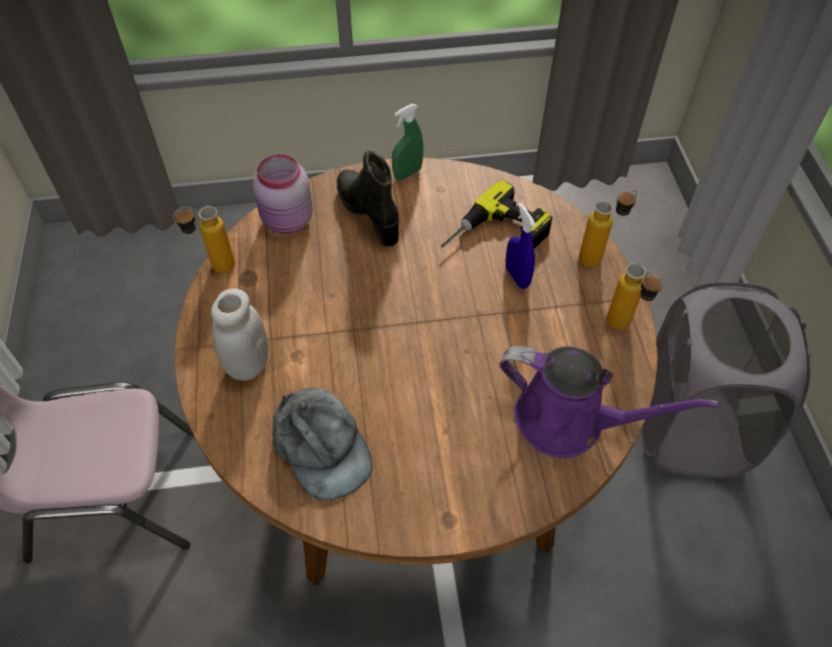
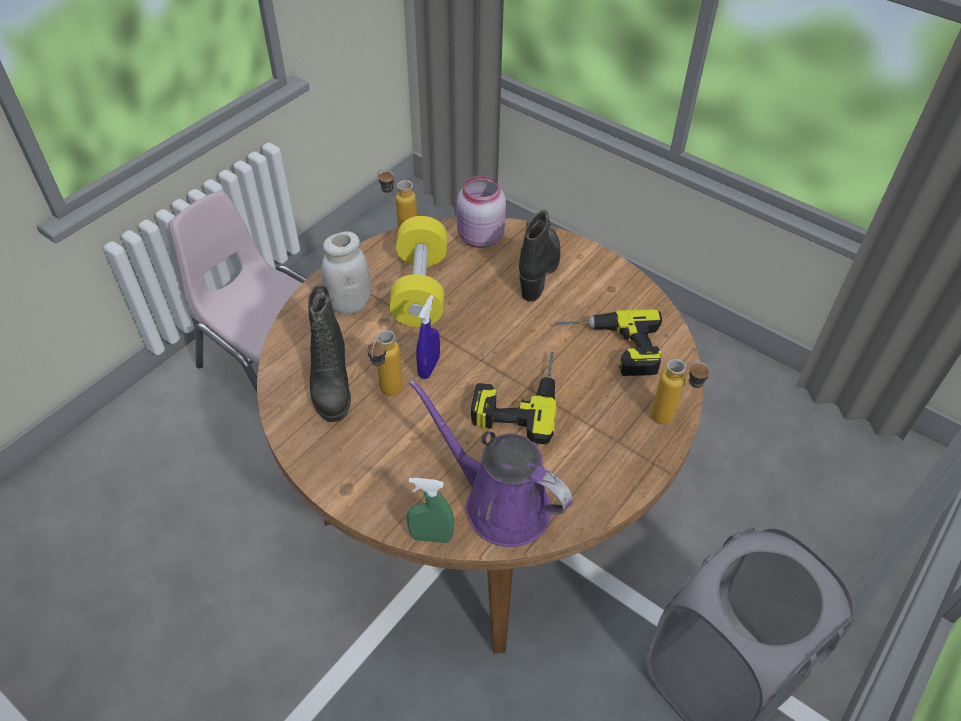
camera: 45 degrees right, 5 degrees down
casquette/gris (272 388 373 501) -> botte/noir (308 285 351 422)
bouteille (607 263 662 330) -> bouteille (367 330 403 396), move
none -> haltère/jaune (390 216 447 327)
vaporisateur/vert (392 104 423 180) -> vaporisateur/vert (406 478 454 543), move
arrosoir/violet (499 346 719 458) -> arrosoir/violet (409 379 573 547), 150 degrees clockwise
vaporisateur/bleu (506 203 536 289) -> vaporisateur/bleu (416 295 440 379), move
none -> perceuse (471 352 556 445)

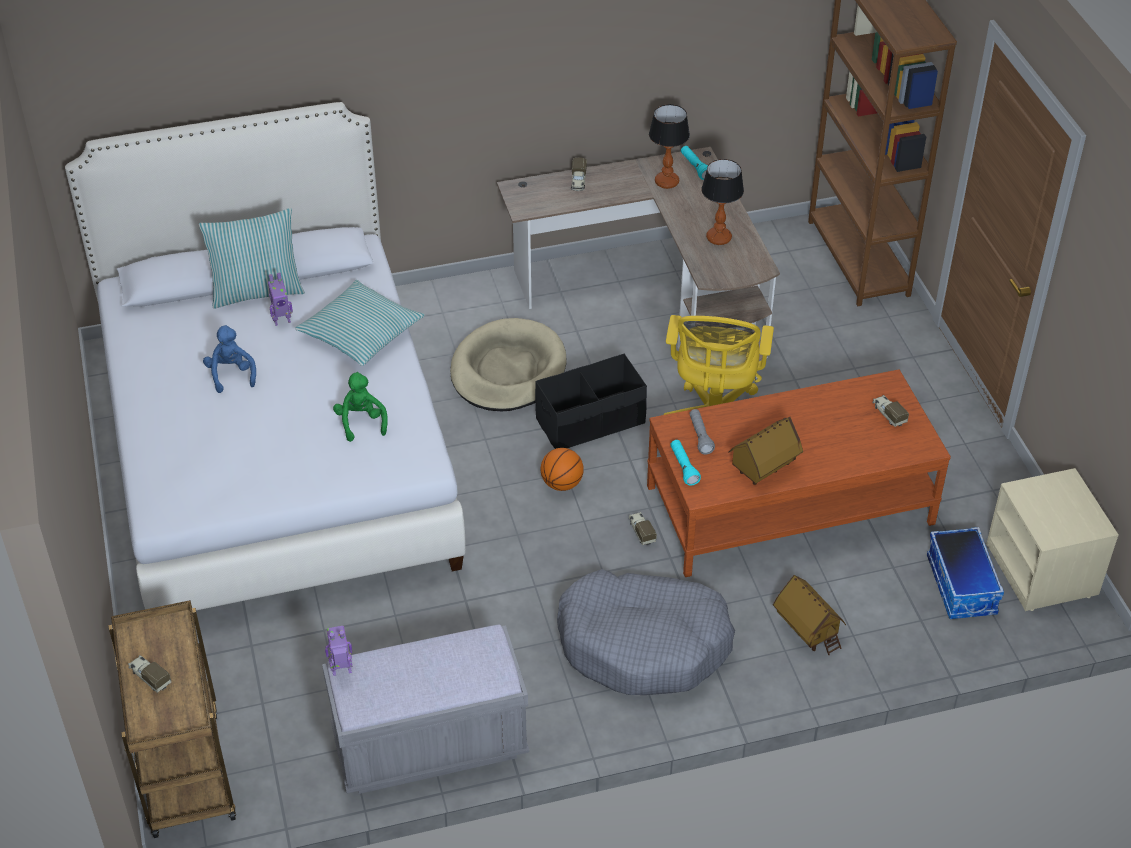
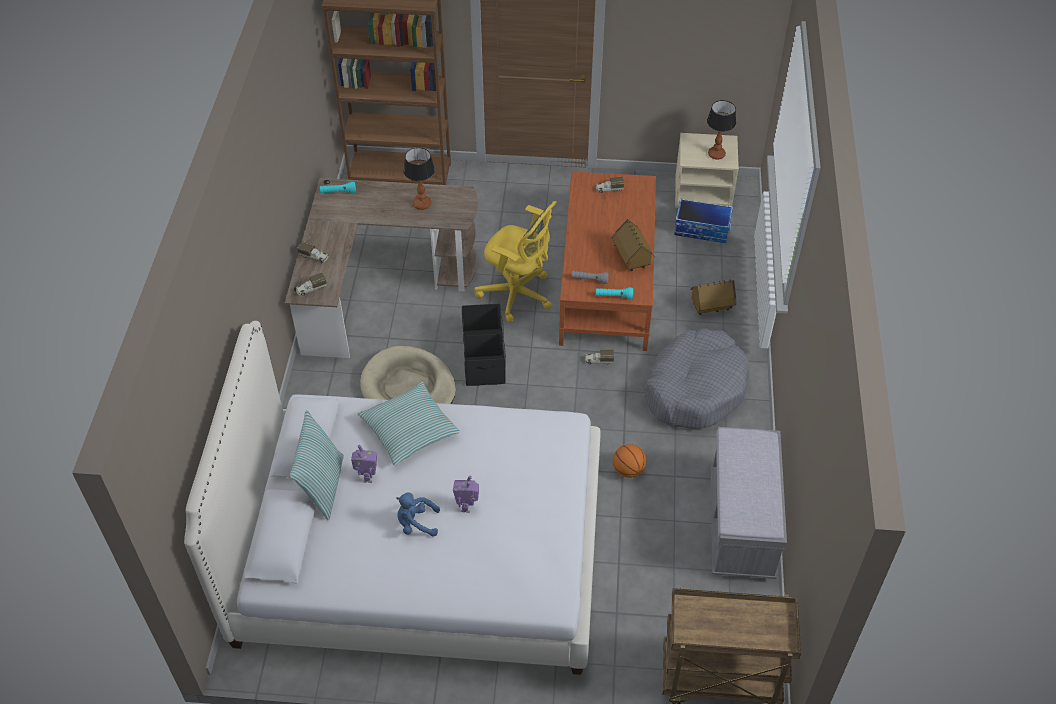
camera: 70 degrees left, 5 degrees up
camion jouet (128 655 172 693) -> camion jouet (296 273 327 296), move
robot jouet (325 626 352 676) -> robot jouet (453 475 479 513), move
ballon de basket (540 448 584 491) -> ballon de basket (613 444 646 478), move
lampe de table (649 104 690 189) -> lampe de table (707 100 736 159), move
peluche/vert (333 372 388 442) -> none

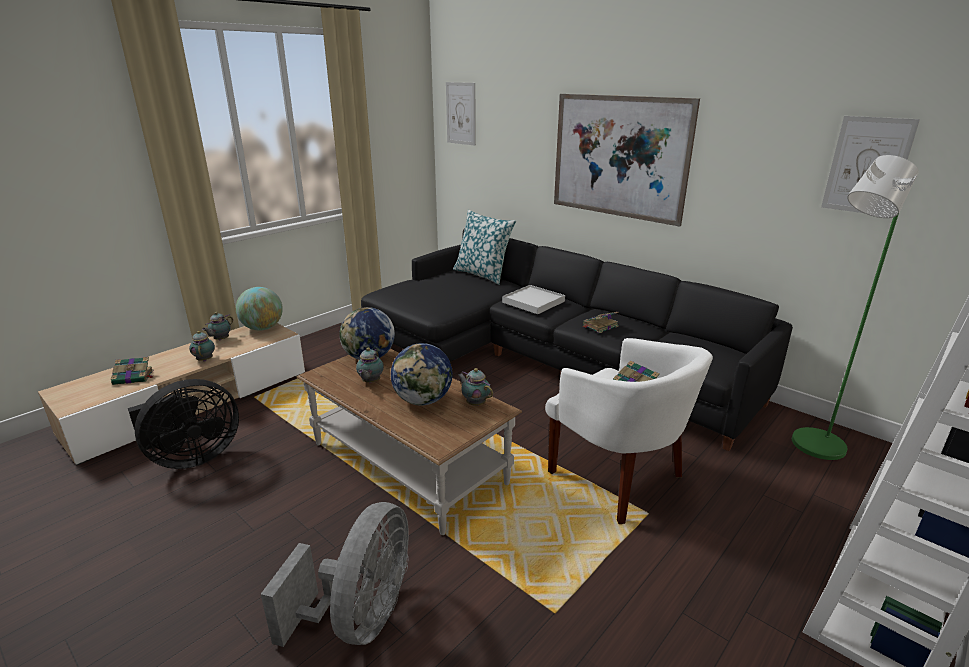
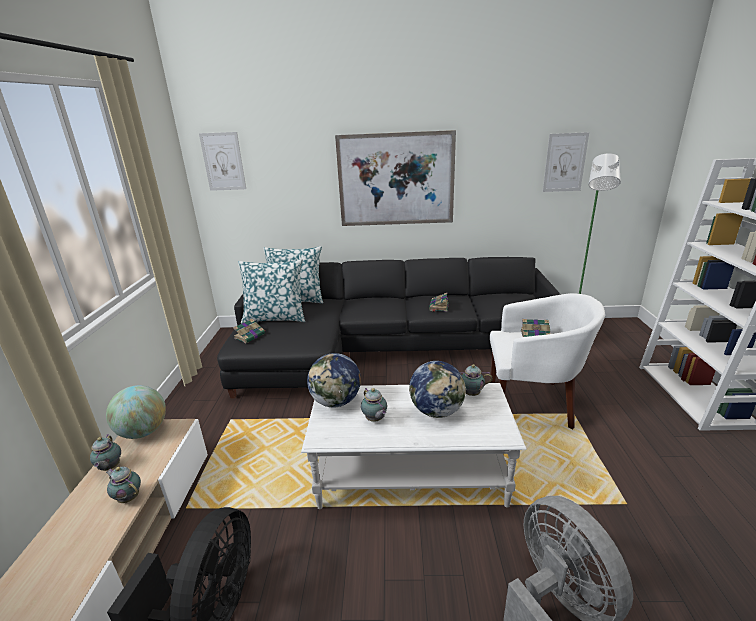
camera: 40 degrees left, 0 degrees up
livre (111 357 154 385) -> livre (233 319 266 343), move
none -> coussin (238 259 305 324)
table basse/marron (296 349 522 535) -> table basse/blanc (301 383 527 509)
plateau/blanc (502 285 565 314) -> none

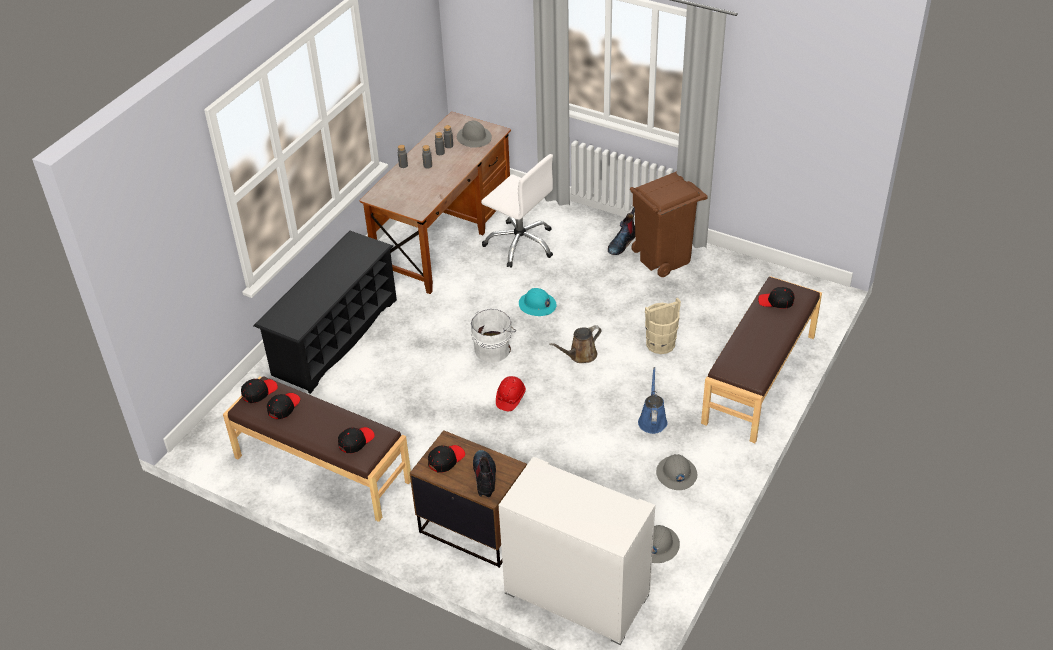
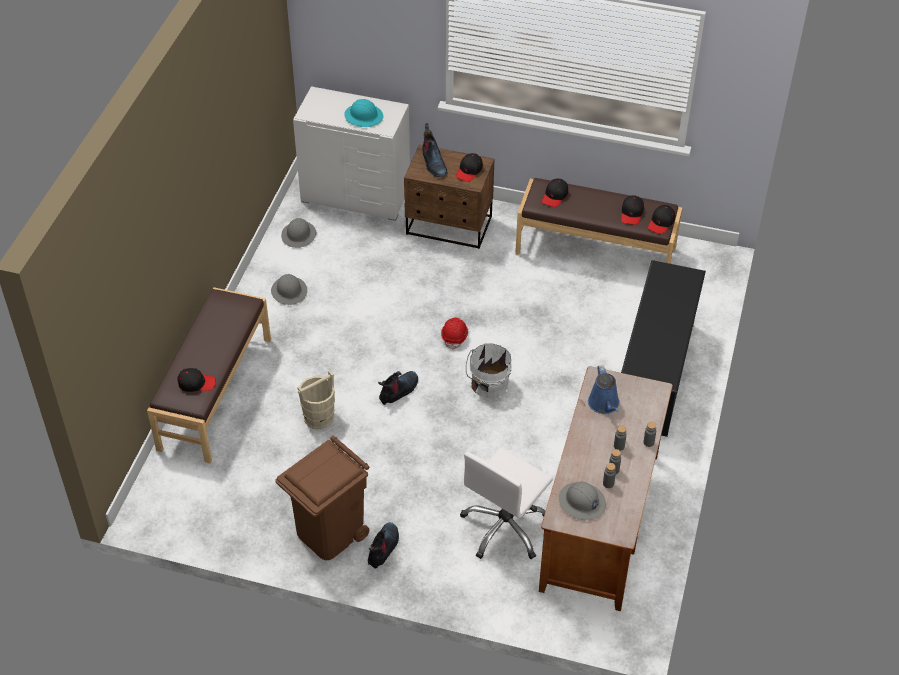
camera: 165 degrees right, 5 degrees up
casque de chantier/turquoise (519 288 556 316) -> casque de chantier/turquoise (344 99 384 127), move
arrosoir/marron (549 325 602 363) -> botte (378 371 418 405)
chaise de bureau/blanc (481 154 553 268) -> chaise de bureau/blanc (460 447 553 559), 75 degrees counterclockwise
arrosoir/bleu (638 367 667 434) -> arrosoir/bleu (588 365 619 414), move

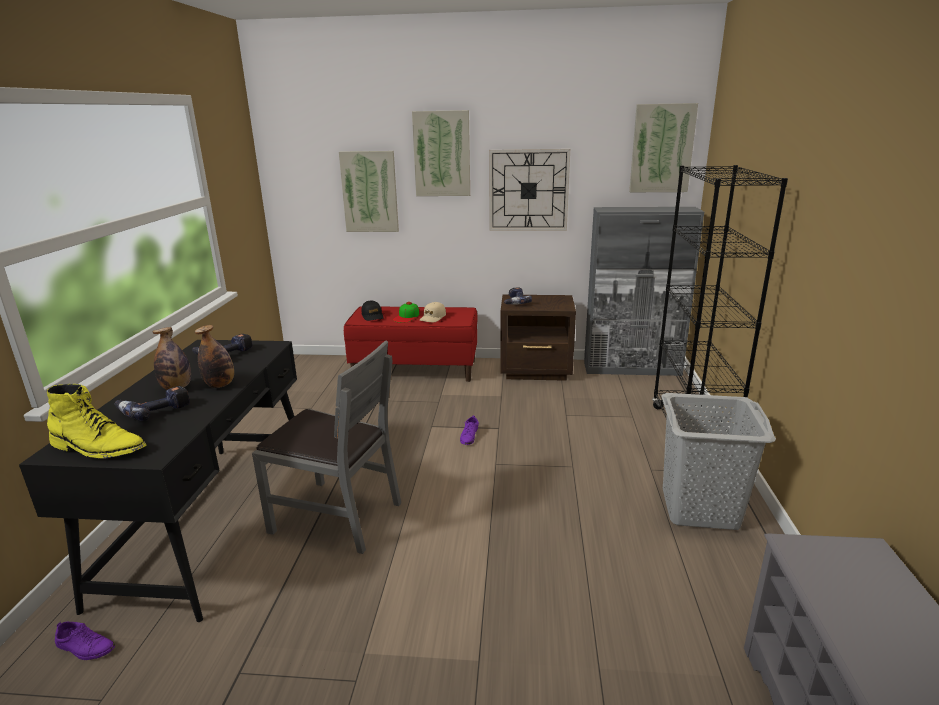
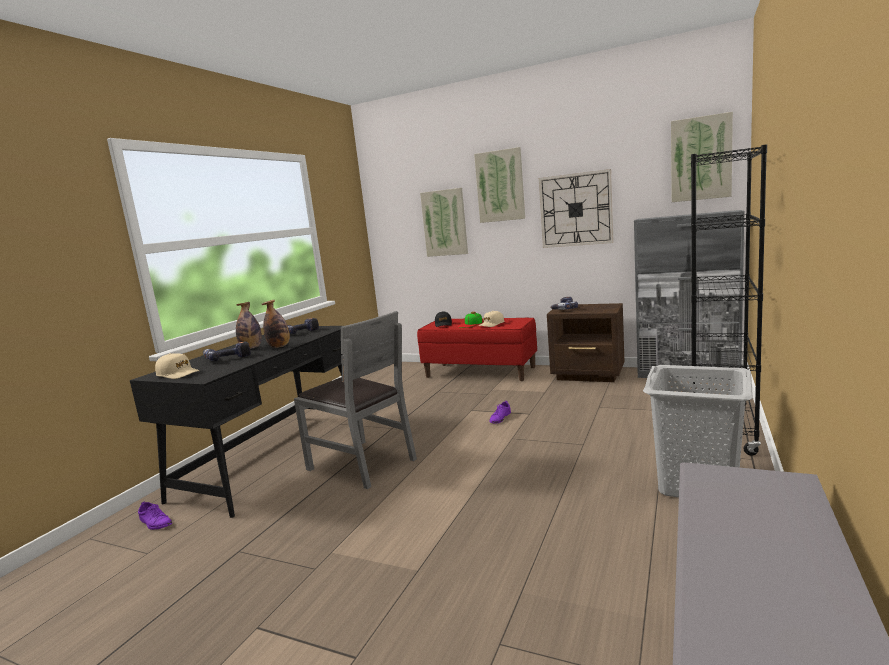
camera: 20 degrees right, 10 degrees down
botte/jaune (47 384 146 458) -> casquette/beige (155 353 199 379)

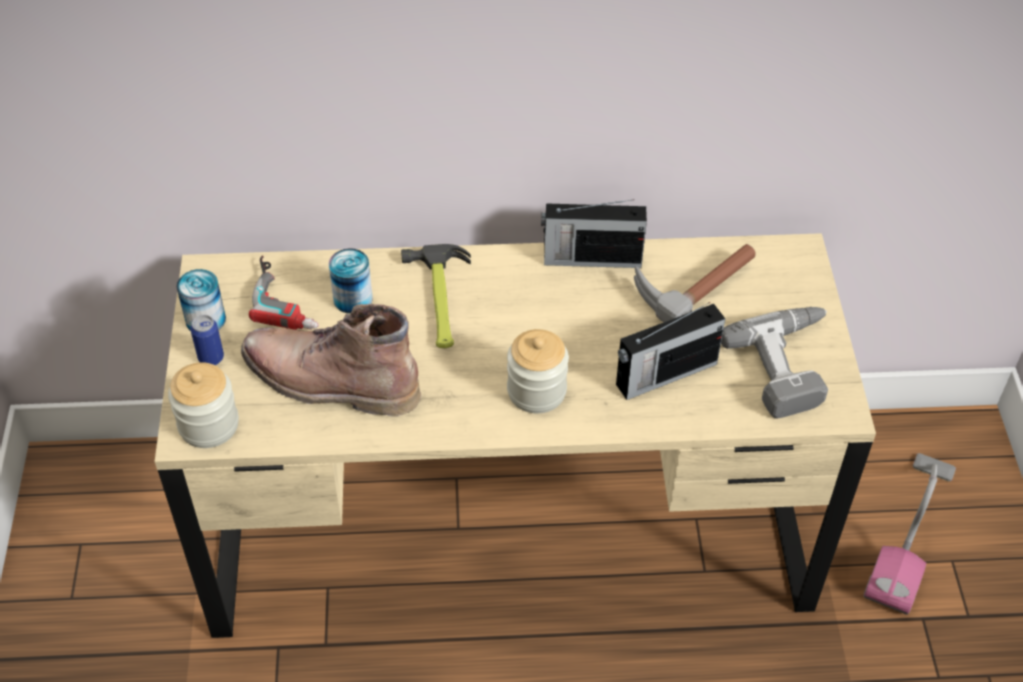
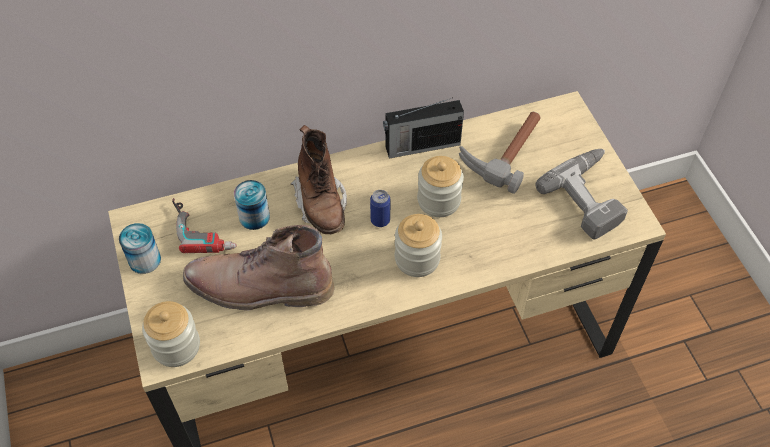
camera: 15 degrees left, 5 degrees up
marteau (401 244 471 348) -> botte/marron (291 125 347 234)
boîte métallique (190 315 224 365) -> boîte métallique (370 190 390 227), move
none -> bocal (417 156 464 217)
radio (616 302 725 400) -> none
aspirateur (864 453 956 615) -> none

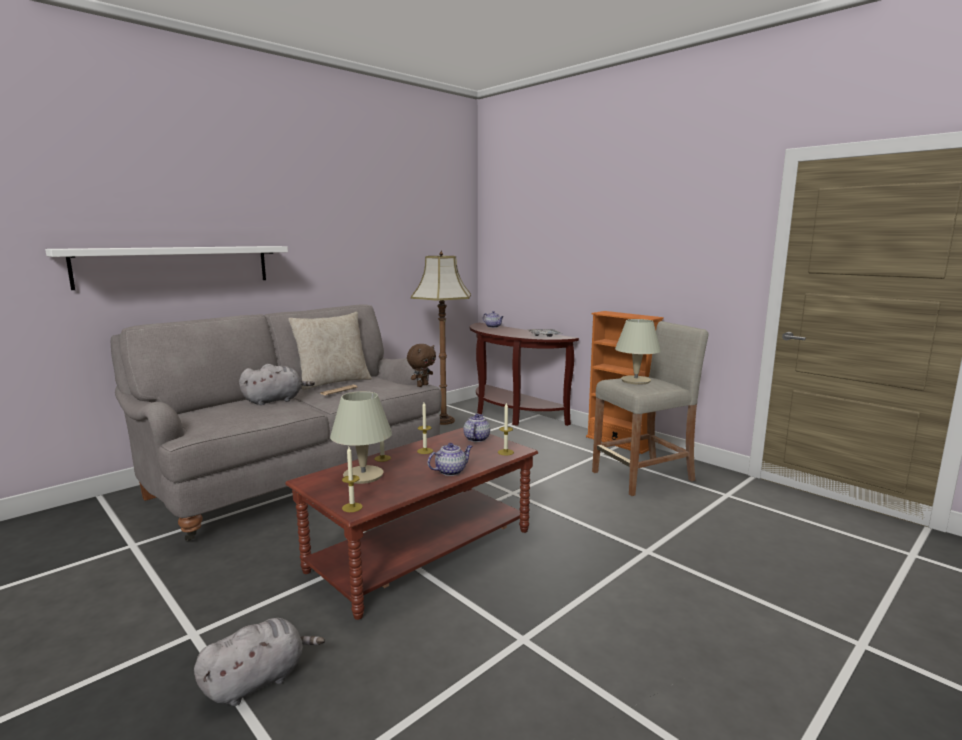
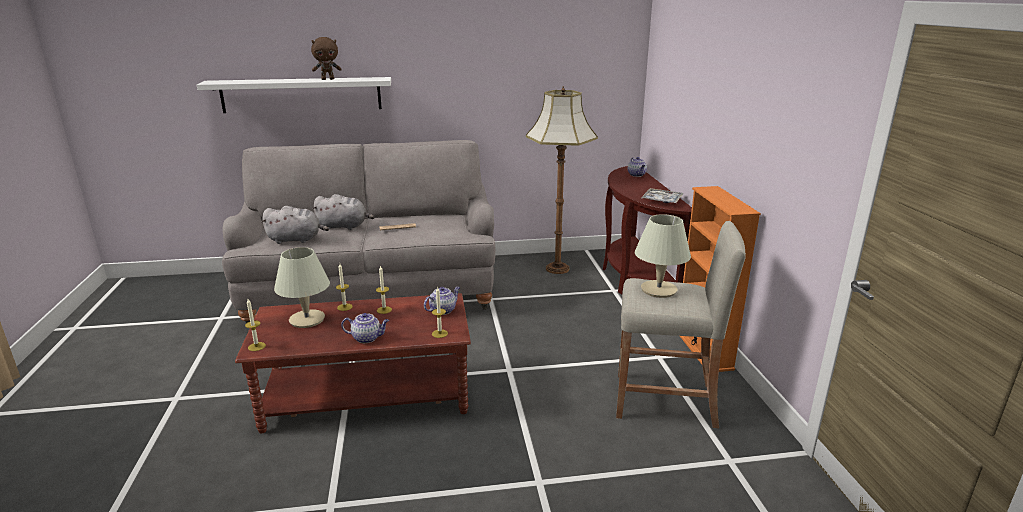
camera: 35 degrees right, 10 degrees up
peluche/gris (194 618 325 706) -> peluche/gris (261 206 329 244), move
peluche/marron (407 344 436 387) -> peluche/marron (311 37 342 80), move
coussin/beige (288 312 372 390) -> none

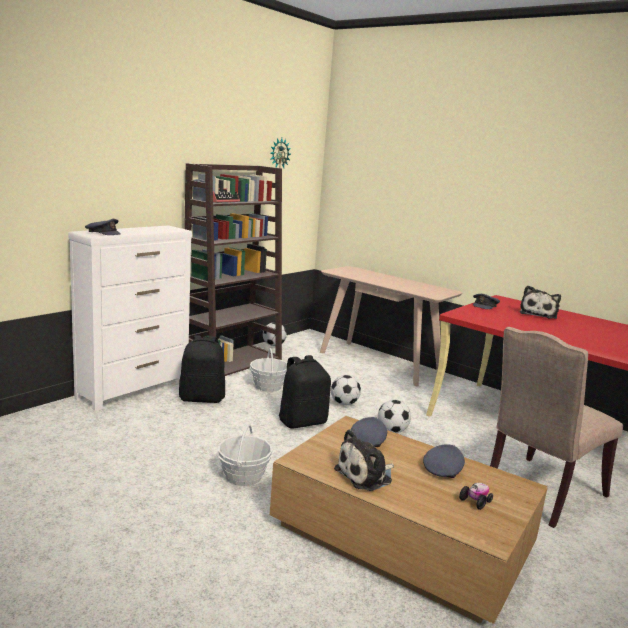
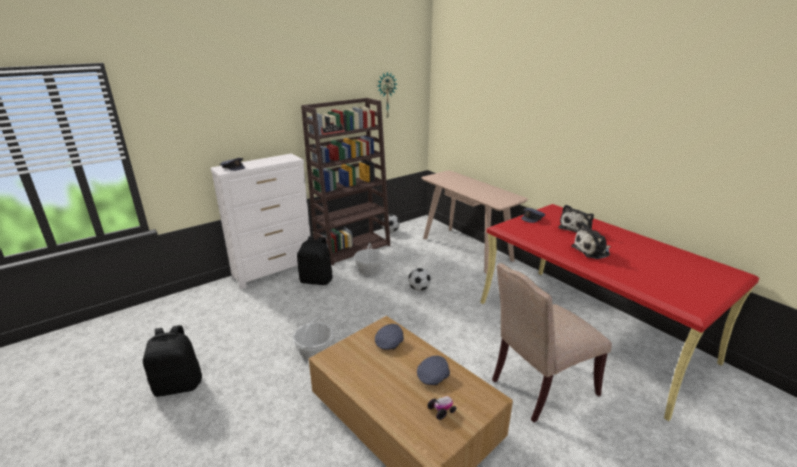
camera: 15 degrees right, 10 degrees up
sac à dos/noir (279 355 331 429) -> sac à dos/noir (143 325 202 397), move
peluche (334 429 394 491) -> peluche (571 222 610 259), move
ballon de foot (378 400 411 433) -> none

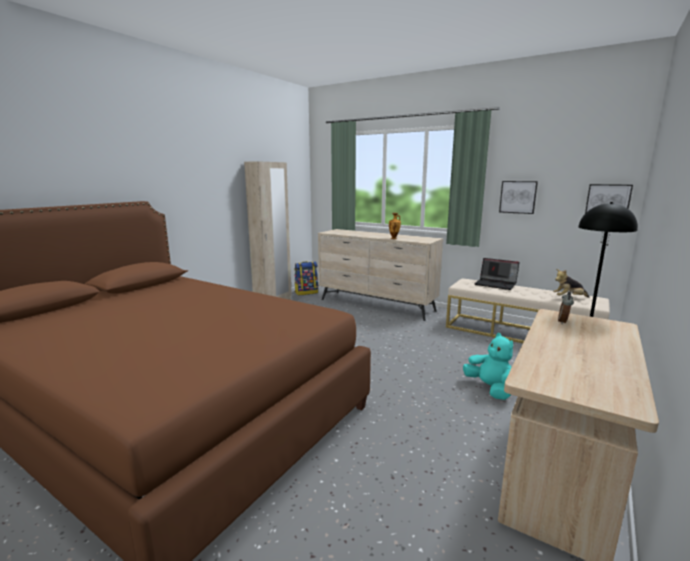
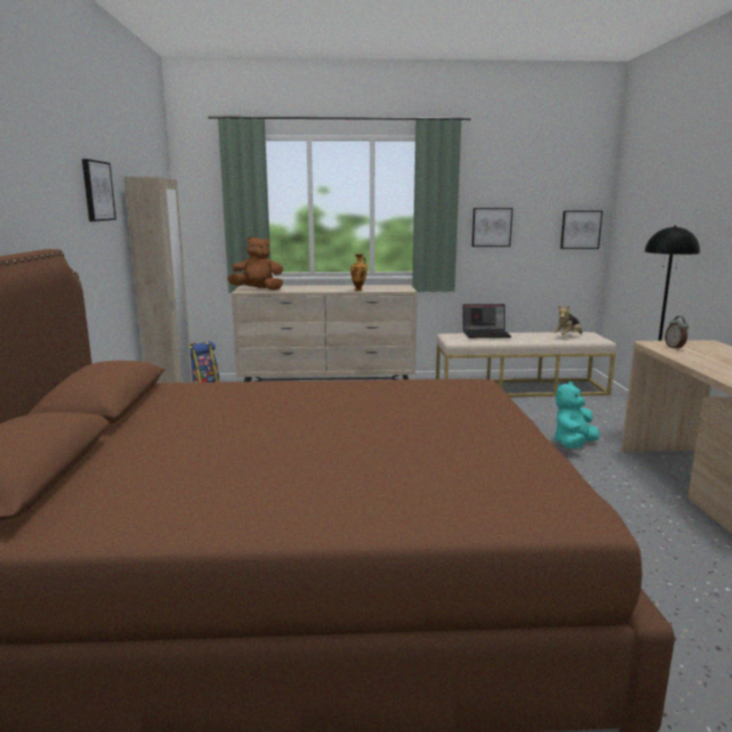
camera: 35 degrees left, 0 degrees up
none -> tableau (82 159 116 221)
none -> peluche/marron (227 237 283 290)
peluche/turquoise (463 333 513 400) -> peluche/turquoise (554 381 599 449), 75 degrees counterclockwise

